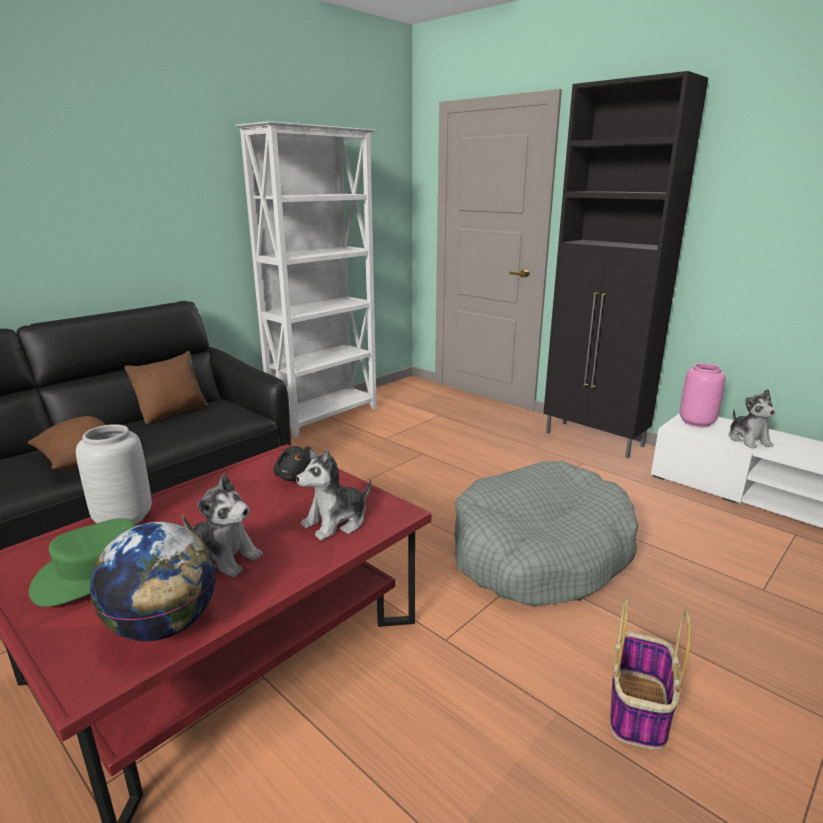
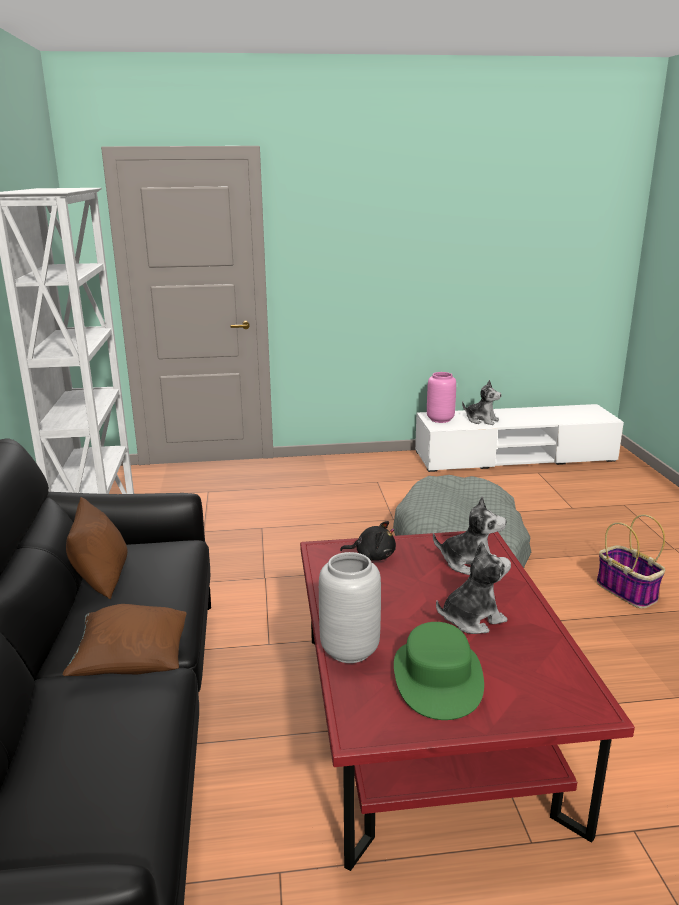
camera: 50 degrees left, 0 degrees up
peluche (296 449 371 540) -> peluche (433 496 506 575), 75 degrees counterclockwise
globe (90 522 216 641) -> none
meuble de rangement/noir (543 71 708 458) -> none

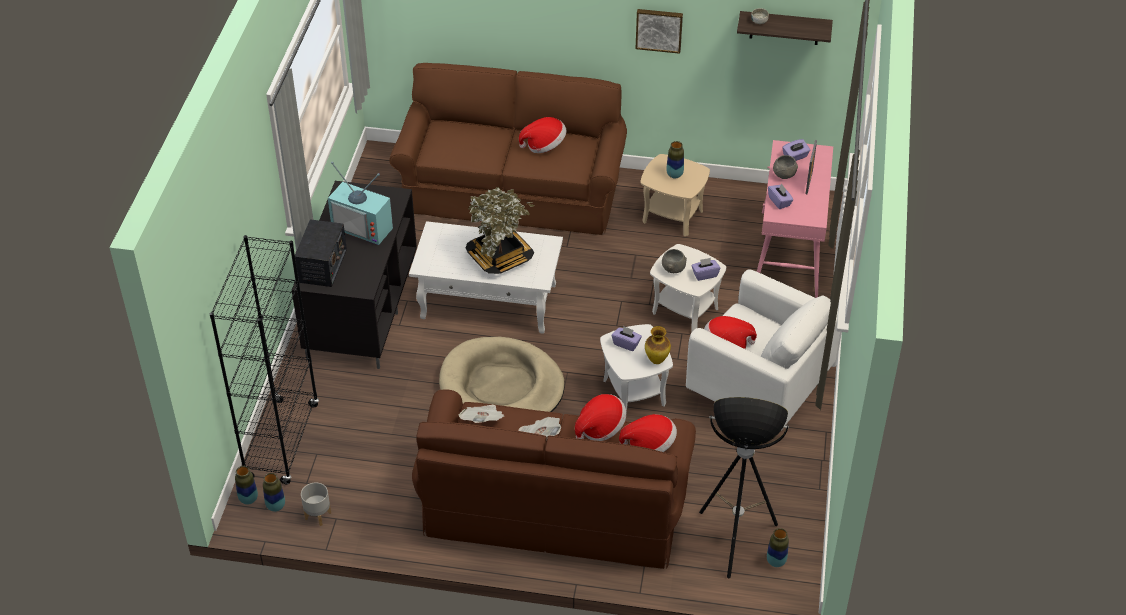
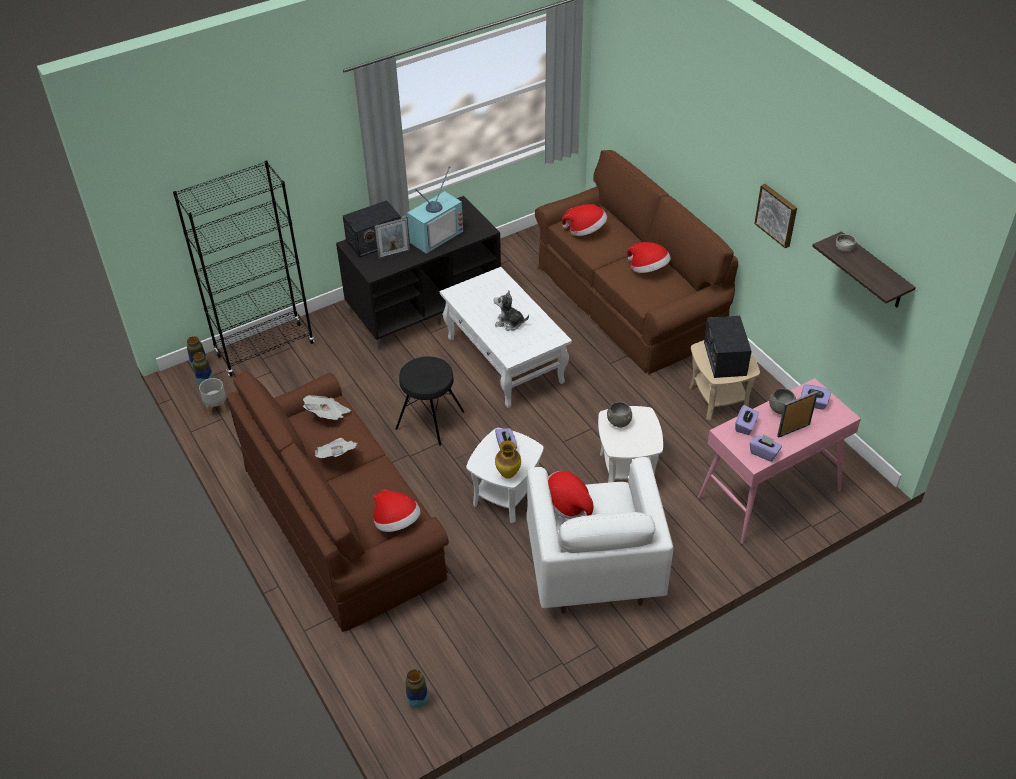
camera: 50 degrees right, 0 degrees up
none -> cadre photo (375 218 410 259)
panier pour chien/beige (439 337 565 412) -> tabouret/noir (395 357 465 446)
téléviseur (328 162 393 245) -> téléviseur (407 166 463 254), 120 degrees counterclockwise
plante en pot (465 187 535 274) -> peluche (494 290 529 331)
chapeau (575 394 626 441) -> chapeau (562 204 607 236), move
vase (666 141 684 179) -> radio (704 316 752 378)
boîte à mouchoirs/violet (691 258 720 281) -> boîte à mouchoirs/violet (750 434 782 462), move
lampadaire (699 397 789 579) -> none

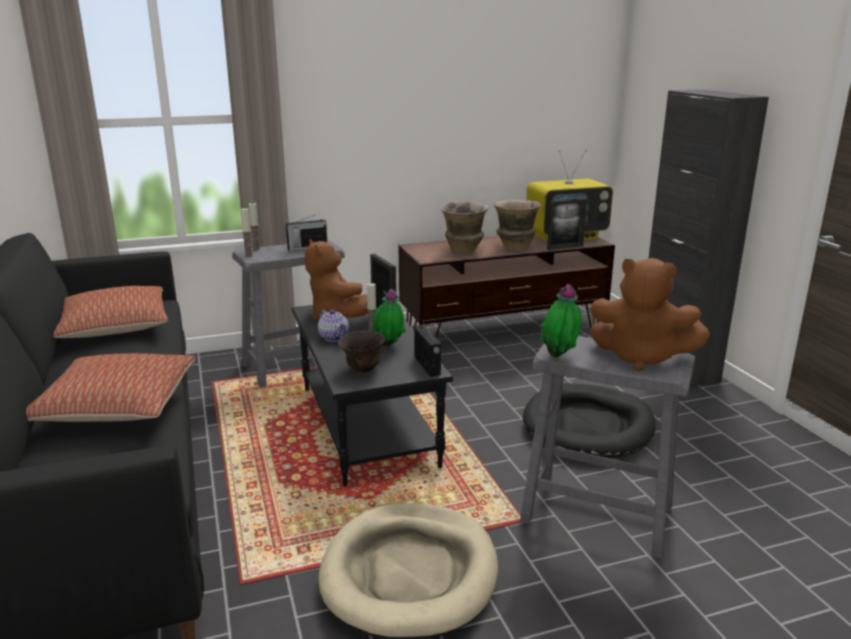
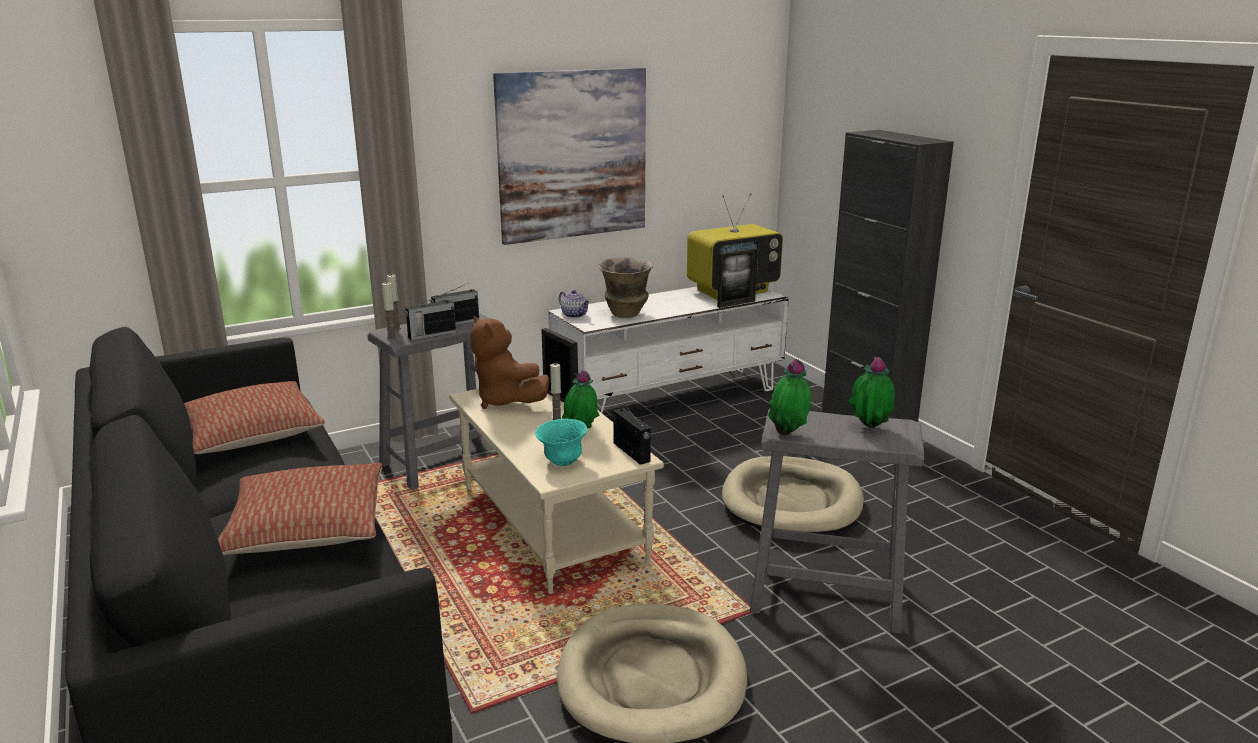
camera: 10 degrees left, 0 degrees up
none -> radio (404 293 456 341)
table basse/noir (292 305 453 486) -> table basse/beige (449 389 664 594)
none -> tableau (493 68 646 245)
bol/marron (338 331 385 372) -> bol/turquoise (535 419 588 466)
meuble télé/marron (398 235 615 339) -> meuble télé/blanc (548 287 789 413)
théière (318 310 349 342) -> théière (559 290 590 318), move
panier pour chien/noir (523 383 656 458) -> panier pour chien/beige (722 456 864 534)
peluche/marron (590 258 710 371) -> plante en pot (848 356 895 428)
vase (494 200 541 251) -> none

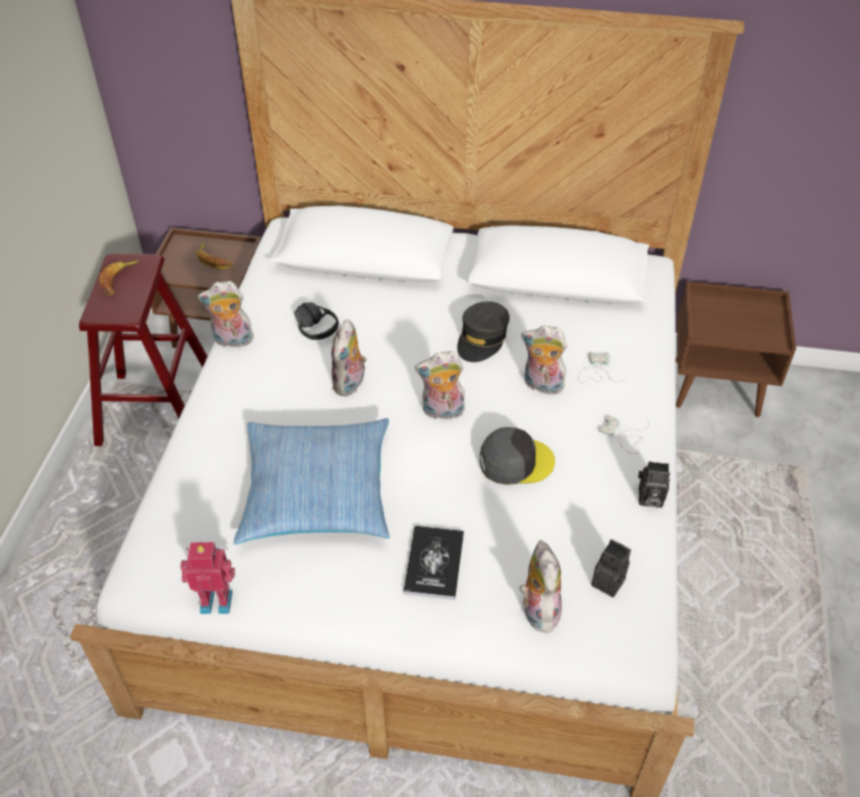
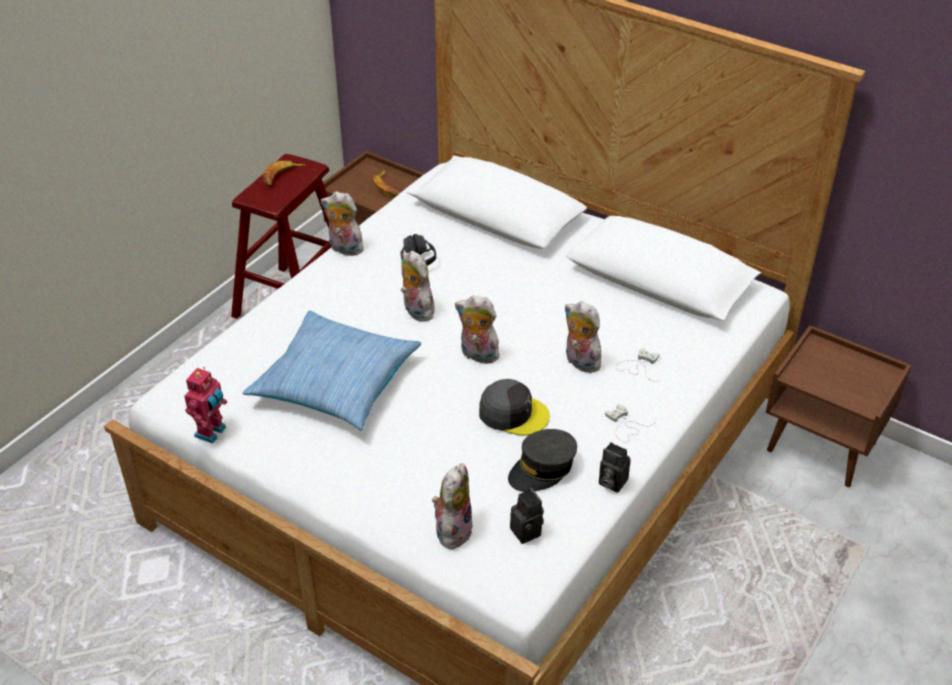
camera: 25 degrees right, 5 degrees down
robot jouet (180 542 235 614) -> robot jouet (184 367 227 443), 90 degrees clockwise
peluche (331 319 367 396) -> peluche (401 250 435 322), 105 degrees clockwise
casquette/gris (457 301 510 362) -> casquette/gris (508 429 577 492), move
livre (403 526 464 600) -> none

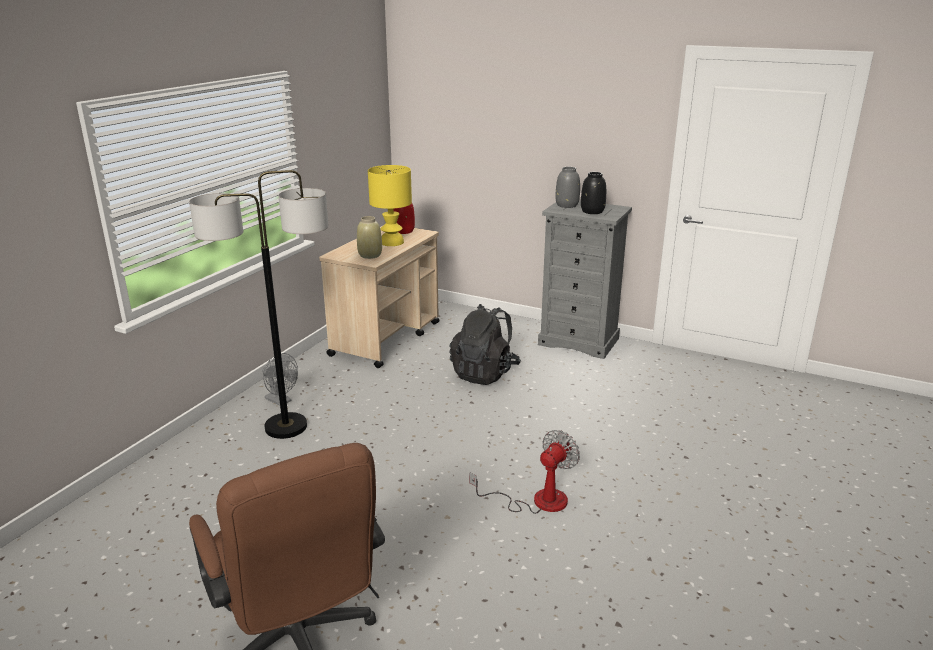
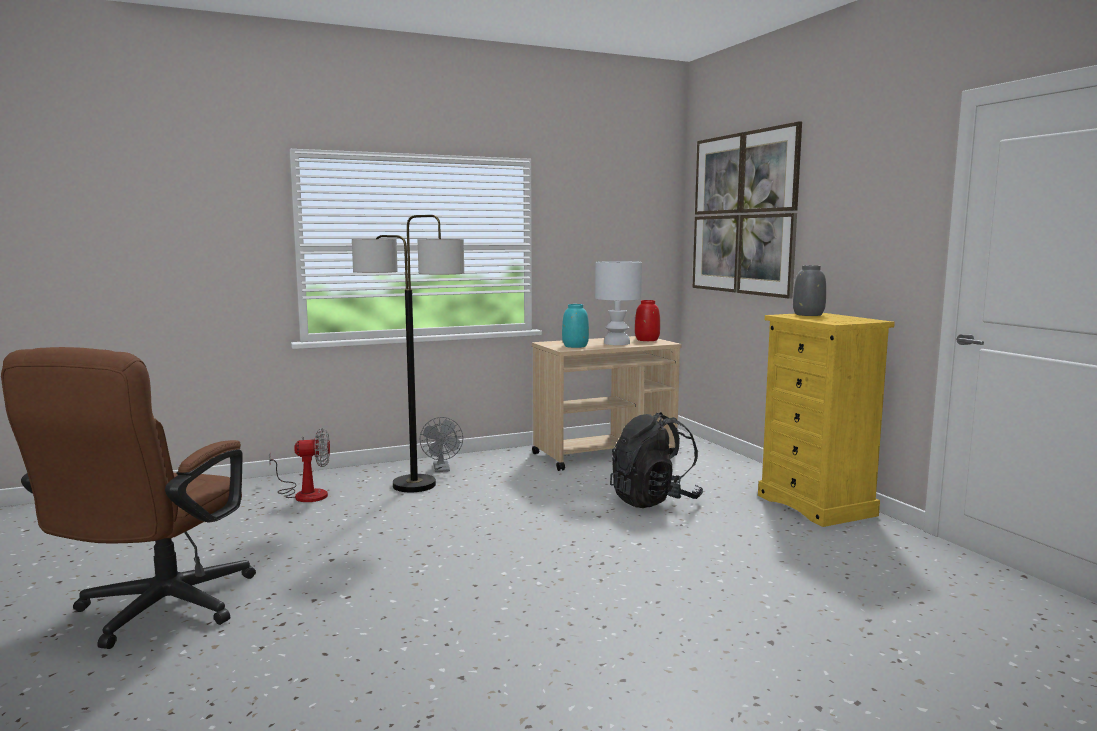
camera: 40 degrees right, 15 degrees down
ventilateur (469 430 580 514) -> ventilateur (269 428 330 502), move
vase/beige (357 216 382 259) -> vase/turquoise (562 304 589 348)
lampe de table/jaune (368 165 412 246) -> lampe de table/blanc (595 261 642 345)
none -> tableau (693 121 802 299)
commode/gris (538 201 632 359) -> commode/jaune (758 313 895 527)
vase/noir (581 172 606 214) -> none

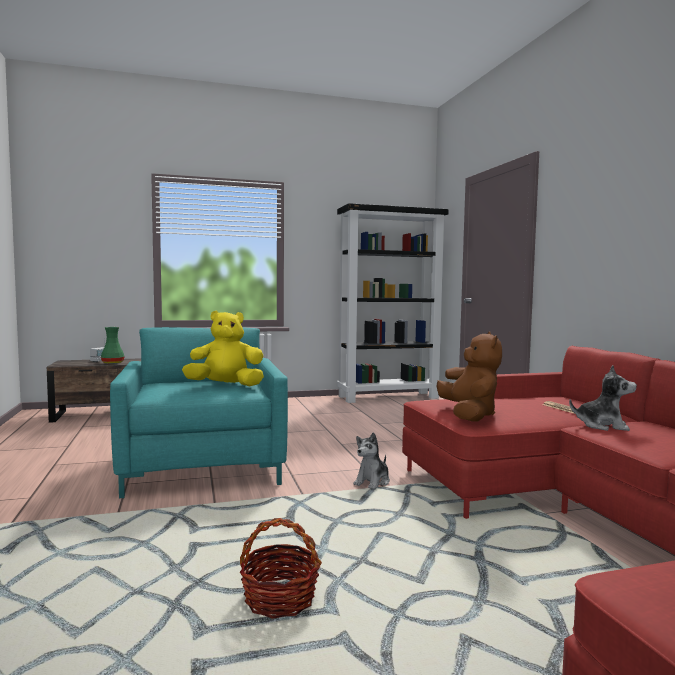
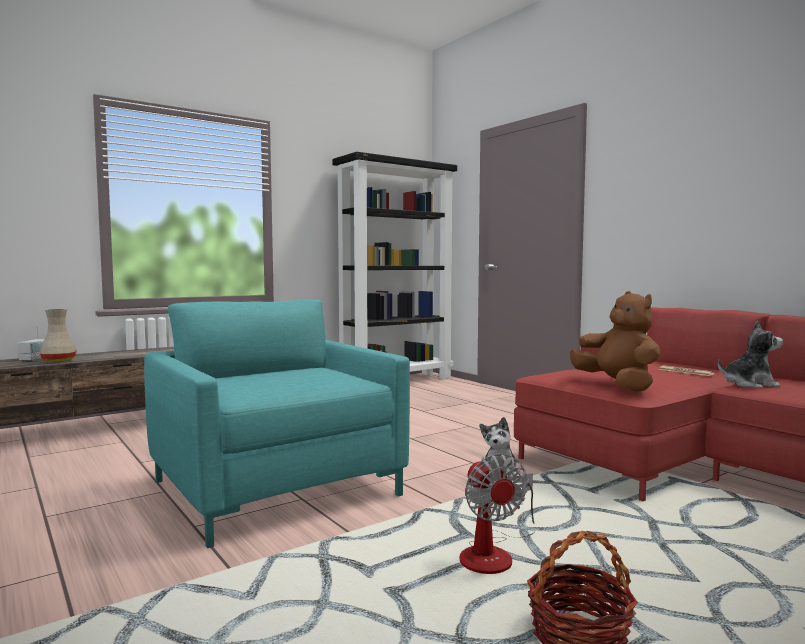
camera: 20 degrees left, 0 degrees up
vase/vert (101 327 125 364) -> vase/beige (40 309 77 362)
none -> ventilateur (460 453 535 574)
peluche/jaune (182 311 264 386) -> none

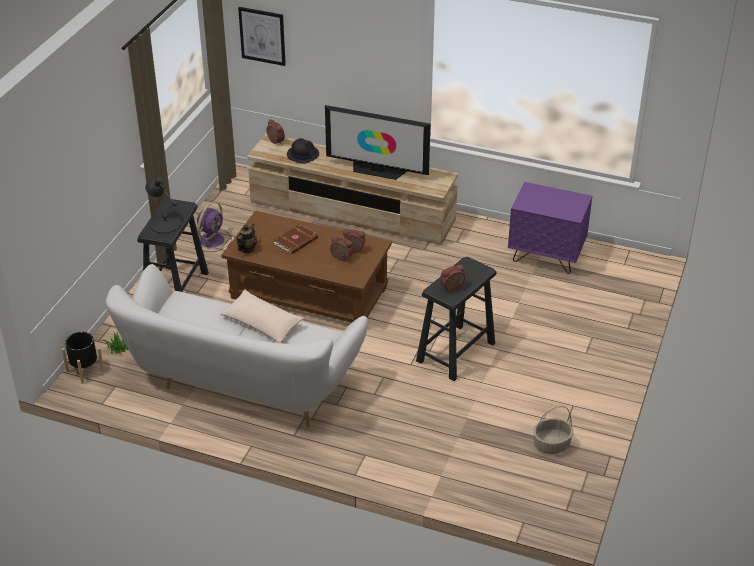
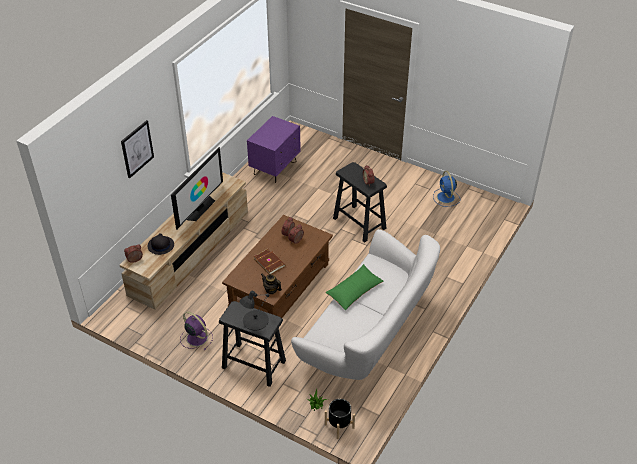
camera: 80 degrees left, 5 degrees up
tableau (238 7 286 66) -> tableau (121 120 154 178), move
coussin/beige (221 290 304 343) -> coussin/vert (325 264 384 310)
panier (534 406 573 454) -> ventilateur/bleu (433 171 460 207)

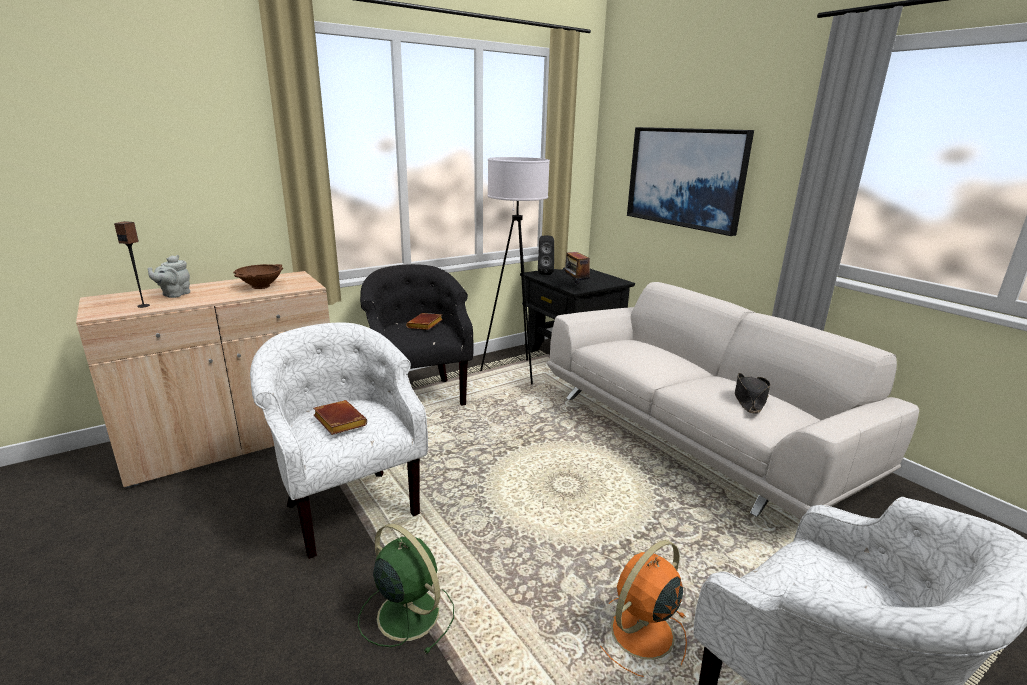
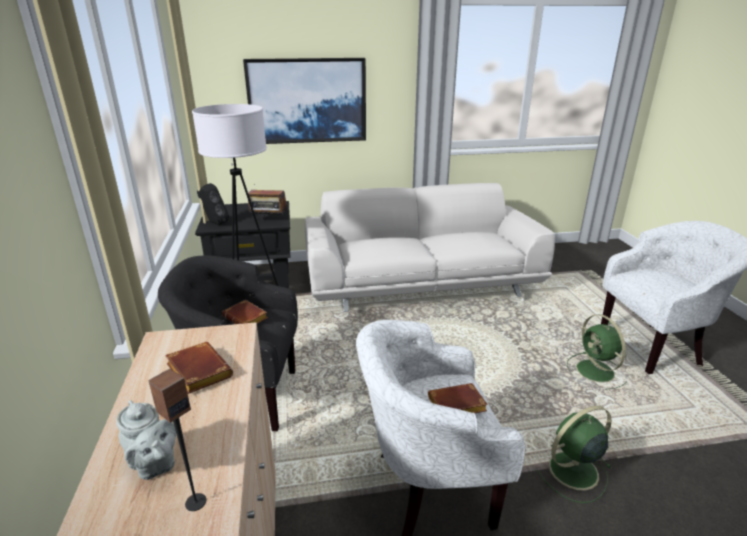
camera: 65 degrees left, 5 degrees up
bol/marron (233 264 283 289) -> livre/marron (165 342 233 394)
ventilateur/orange (600 540 687 677) -> ventilateur/vert (567 314 626 389)
chapeau/noir (735 373 771 414) -> none

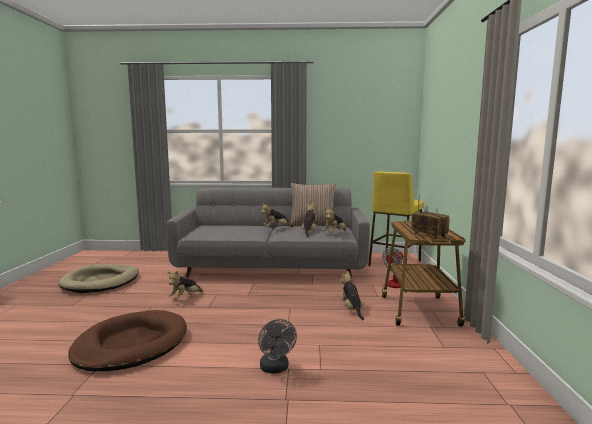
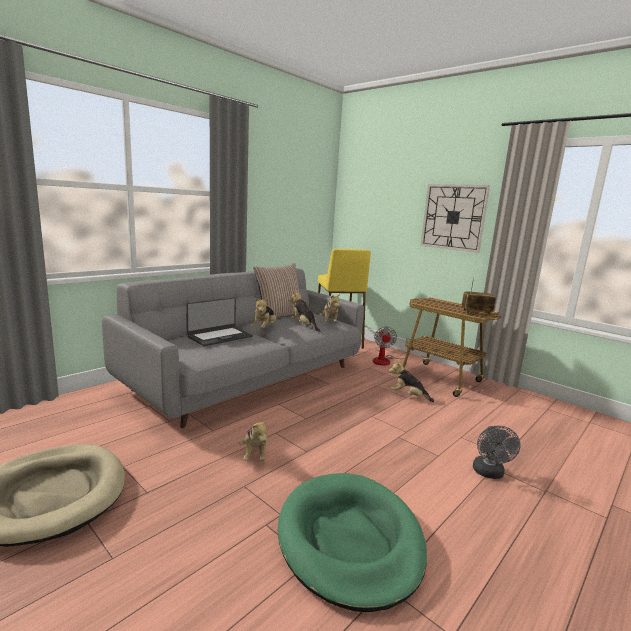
camera: 50 degrees left, 5 degrees up
none -> ordinateur portable (186 297 253 346)
panier pour chien/marron (68 310 187 371) -> panier pour chien/vert (278 473 427 612)
none -> horloge murale (420 184 490 253)
ventilateur/gris (258 319 297 374) -> ventilateur/gris (473 425 521 479), 75 degrees clockwise

